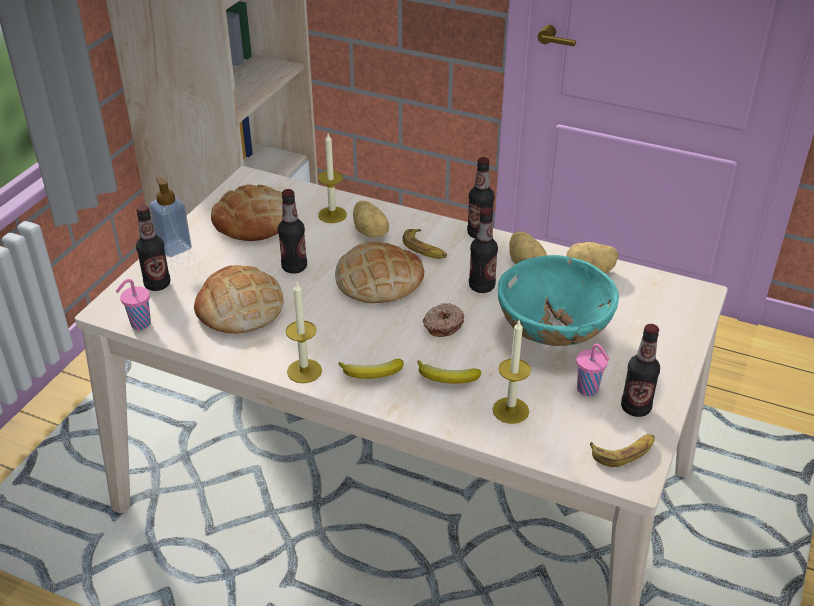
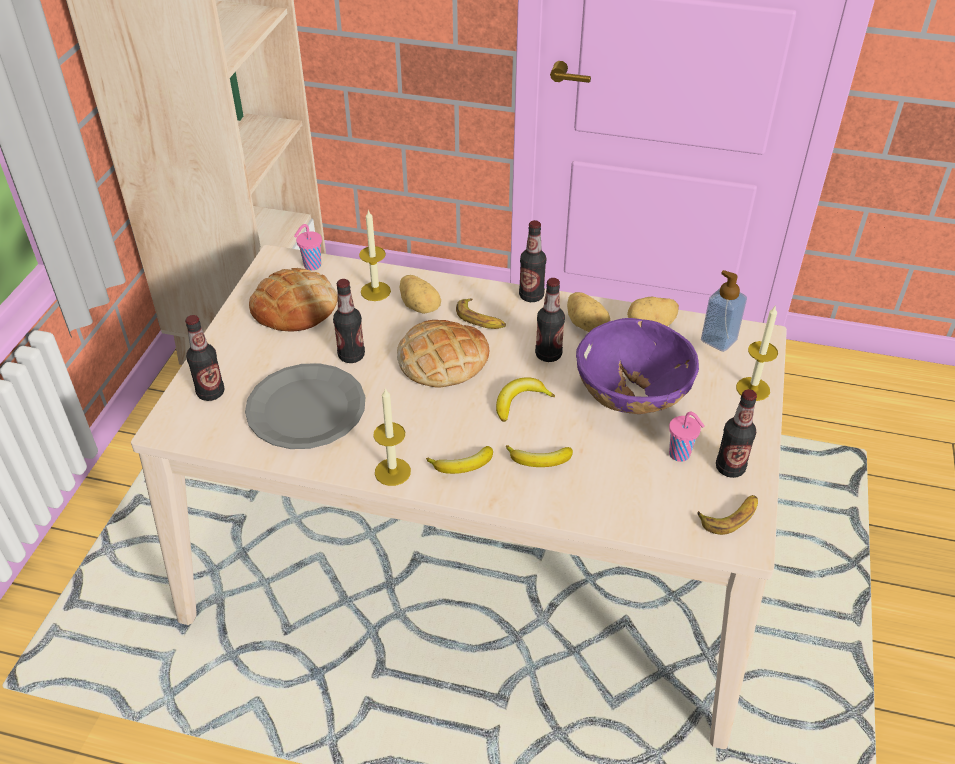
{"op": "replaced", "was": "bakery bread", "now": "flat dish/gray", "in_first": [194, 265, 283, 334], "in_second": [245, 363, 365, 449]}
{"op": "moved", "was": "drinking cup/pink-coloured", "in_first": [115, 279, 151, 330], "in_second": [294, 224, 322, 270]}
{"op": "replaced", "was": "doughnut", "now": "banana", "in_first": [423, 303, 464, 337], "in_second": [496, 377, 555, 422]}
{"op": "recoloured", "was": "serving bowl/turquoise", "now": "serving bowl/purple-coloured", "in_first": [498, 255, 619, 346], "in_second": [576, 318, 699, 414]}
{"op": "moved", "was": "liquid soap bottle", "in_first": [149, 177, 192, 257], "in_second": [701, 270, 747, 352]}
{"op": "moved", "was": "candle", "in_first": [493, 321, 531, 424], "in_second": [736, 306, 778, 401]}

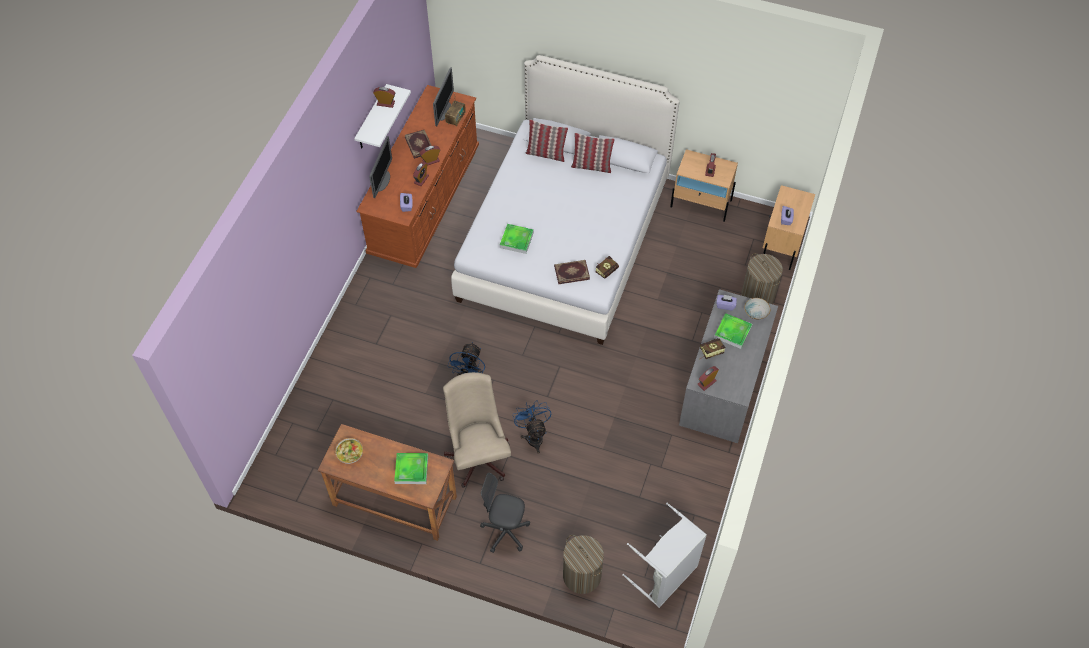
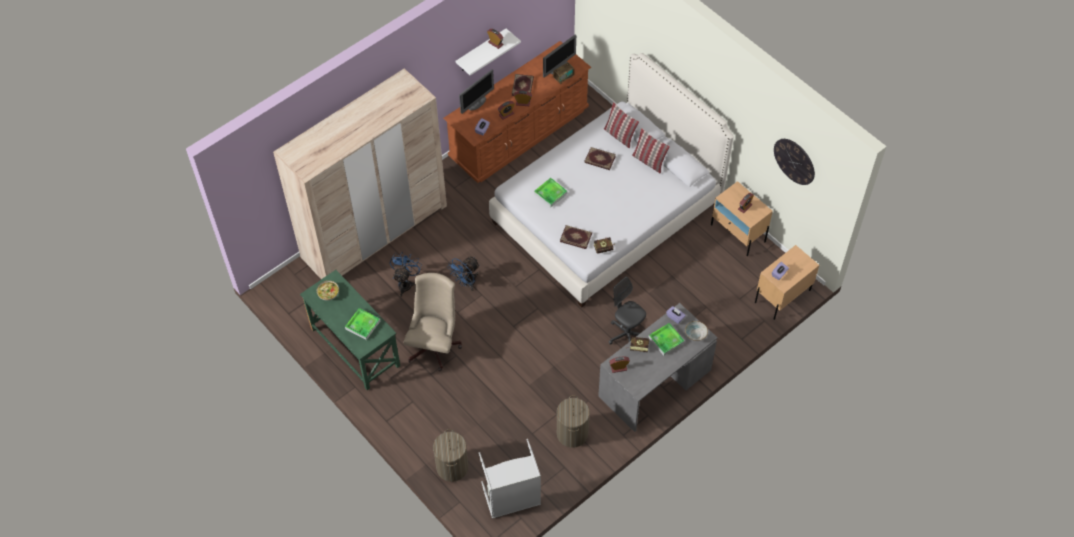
{"op": "added", "now": "armoire/beige", "in_second": [273, 68, 447, 279]}
{"op": "recoloured", "was": "desk unit/brown", "now": "desk unit/greenish", "in_first": [318, 424, 457, 541], "in_second": [300, 270, 400, 390]}
{"op": "moved", "was": "electric fan/blue-coloured", "in_first": [513, 401, 551, 454], "in_second": [390, 253, 422, 297]}
{"op": "moved", "was": "washing basket", "in_first": [741, 253, 783, 304], "in_second": [557, 395, 590, 448]}
{"op": "added", "now": "bound book", "in_second": [584, 147, 616, 170]}
{"op": "moved", "was": "desk chair/gray", "in_first": [480, 473, 530, 553], "in_second": [609, 277, 646, 345]}
{"op": "added", "now": "wall clock", "in_second": [774, 139, 815, 185]}

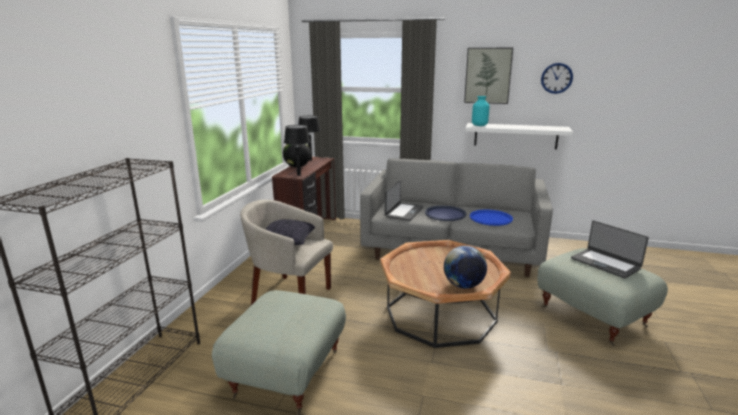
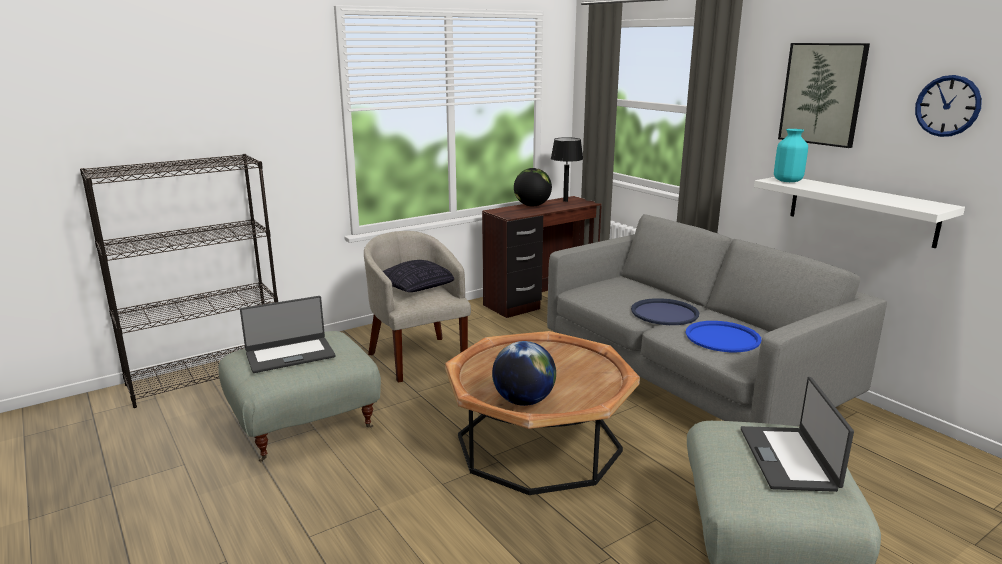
{"op": "moved", "was": "laptop", "in_first": [385, 180, 423, 221], "in_second": [240, 296, 336, 373]}
{"op": "removed", "was": "tabletop lamp/black", "in_first": [284, 125, 310, 176]}

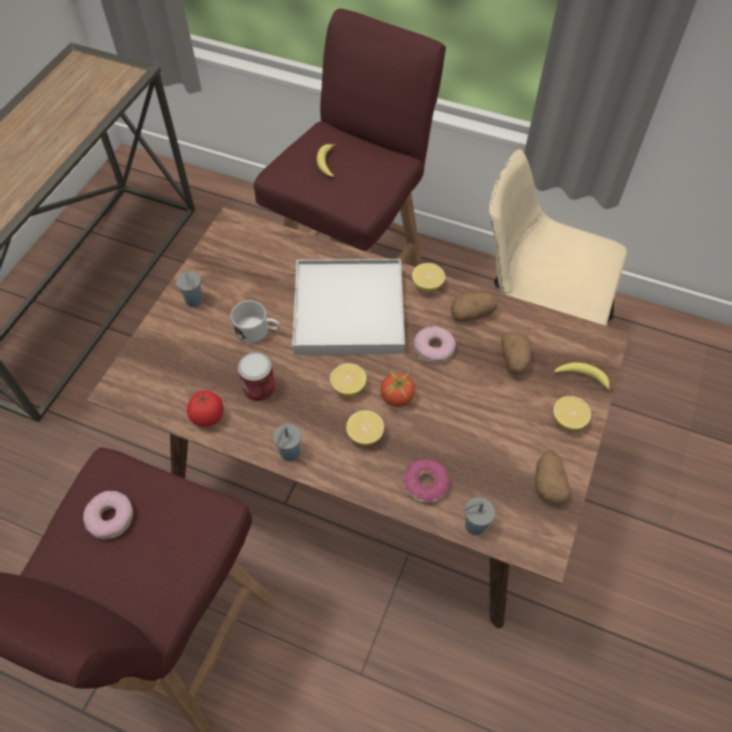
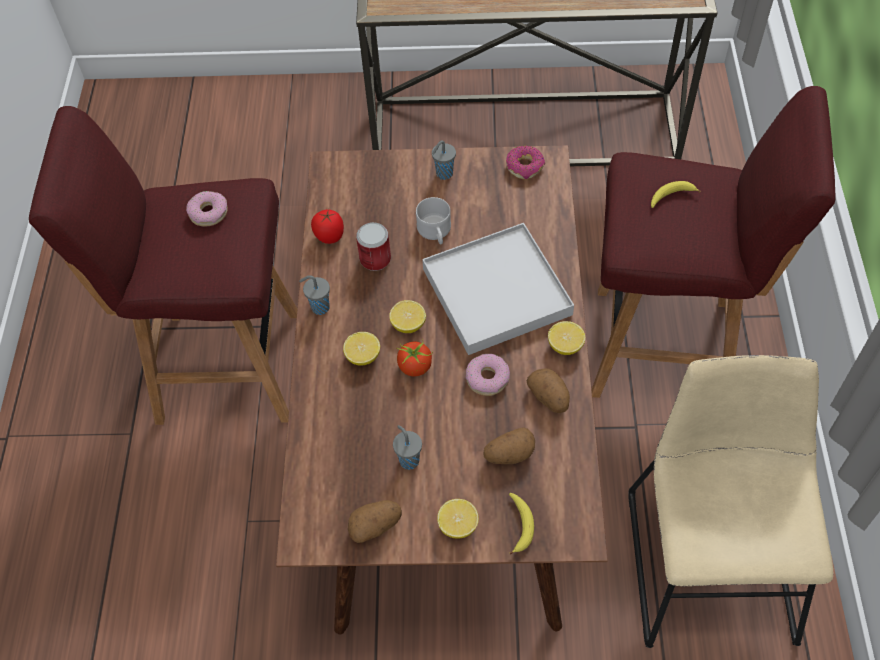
{"op": "moved", "was": "drinking cup/gray", "in_first": [463, 497, 495, 535], "in_second": [393, 425, 422, 470]}
{"op": "moved", "was": "doughnut", "in_first": [404, 459, 450, 503], "in_second": [506, 146, 545, 179]}

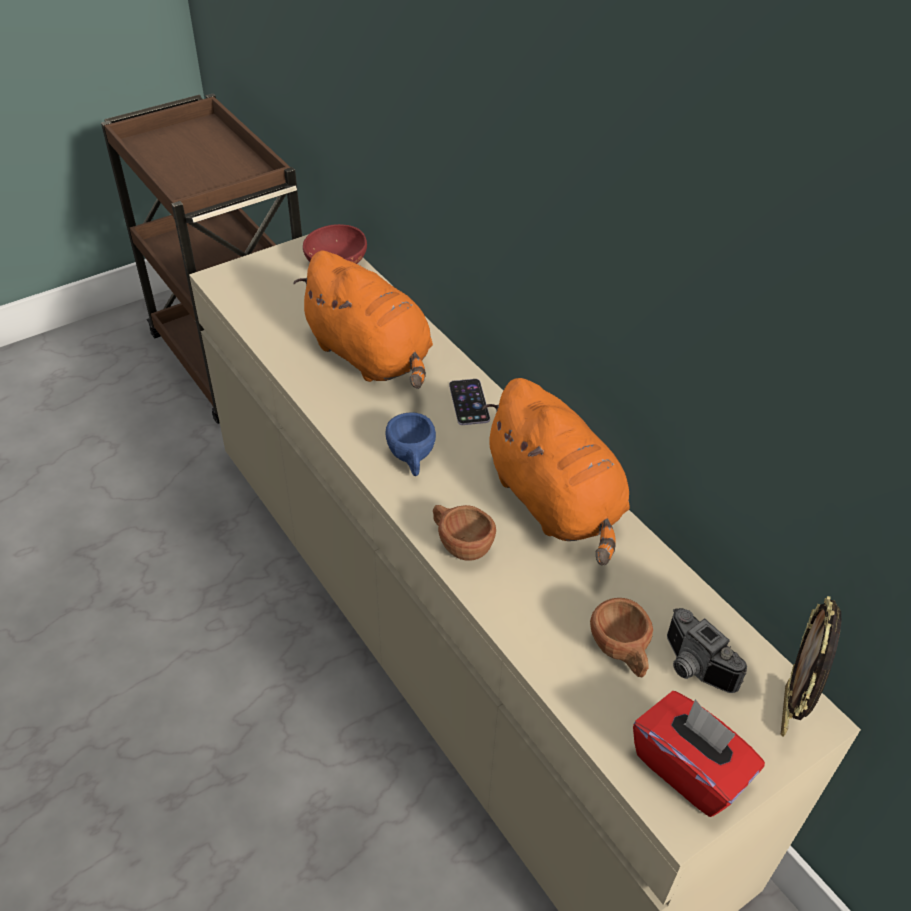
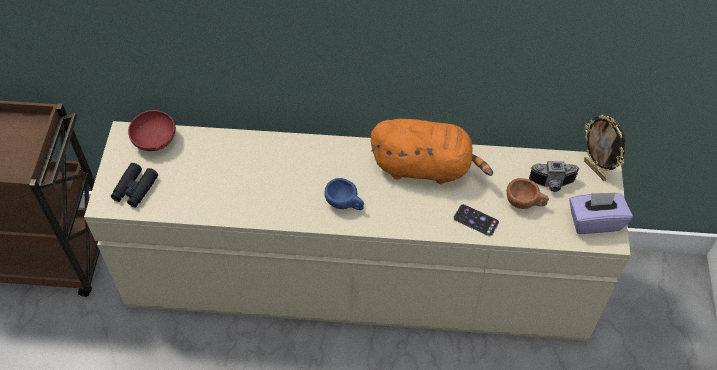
{"op": "added", "now": "binoculars/black", "in_second": [111, 163, 158, 207]}
{"op": "moved", "was": "handset", "in_first": [449, 379, 490, 425], "in_second": [453, 204, 499, 236]}
{"op": "recoloured", "was": "tissue holder/red-coloured", "now": "tissue holder/purple-coloured", "in_first": [633, 691, 765, 817], "in_second": [569, 192, 633, 234]}
{"op": "removed", "was": "soft toy/orangey", "in_first": [293, 251, 433, 389]}
{"op": "removed", "was": "drinking cup/brown", "in_first": [433, 505, 496, 561]}

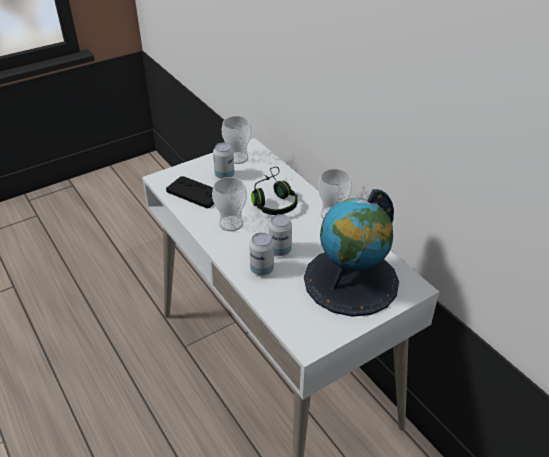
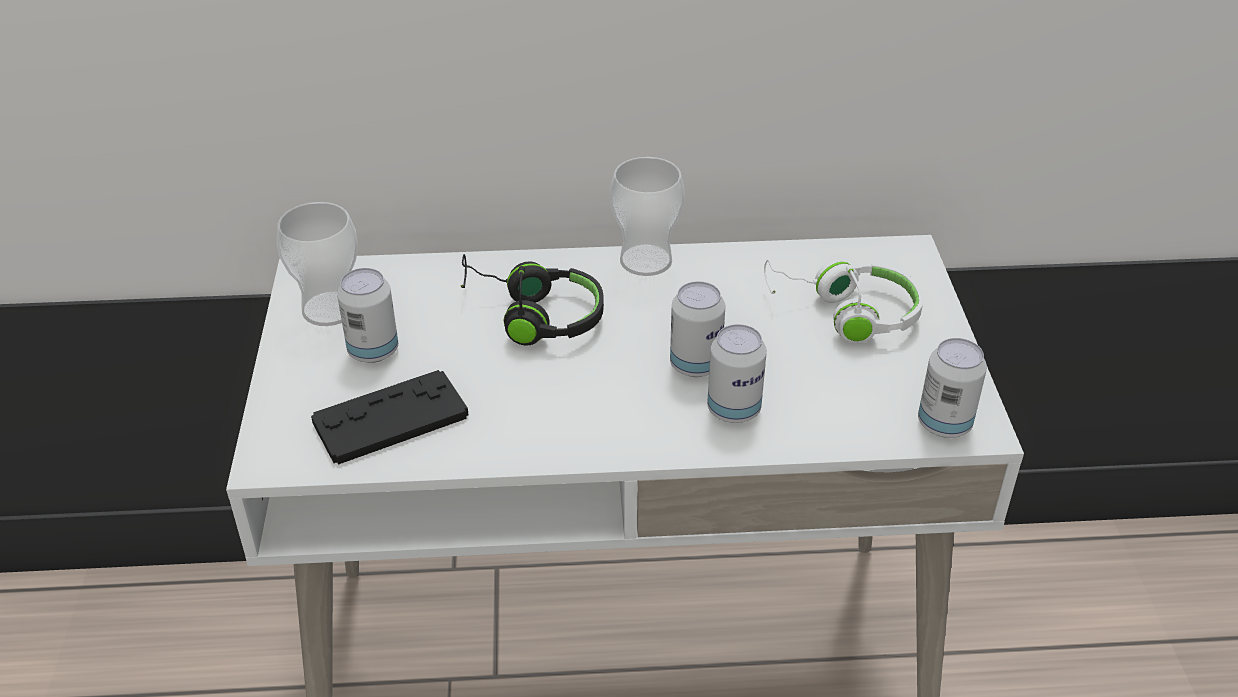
{"op": "replaced", "was": "globe", "now": "pair of headphones/white", "in_first": [304, 189, 399, 317], "in_second": [764, 260, 923, 343]}
{"op": "added", "now": "can", "in_second": [918, 338, 987, 438]}
{"op": "removed", "was": "drinking cup", "in_first": [212, 177, 247, 231]}

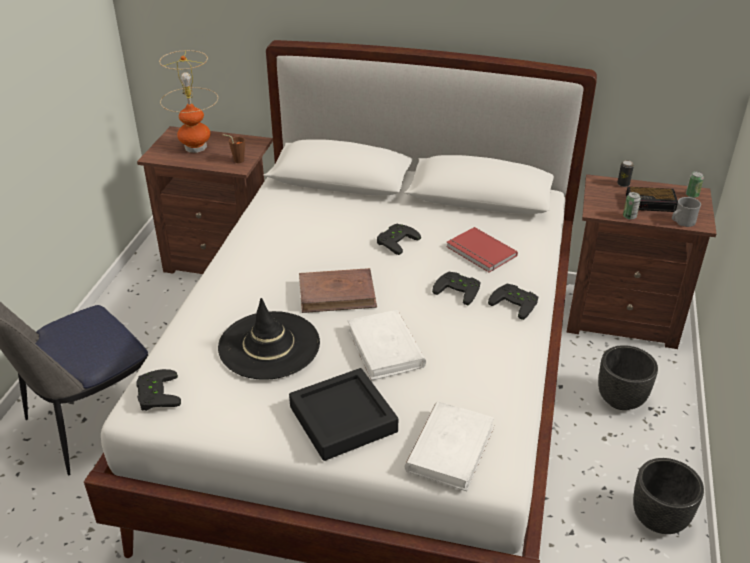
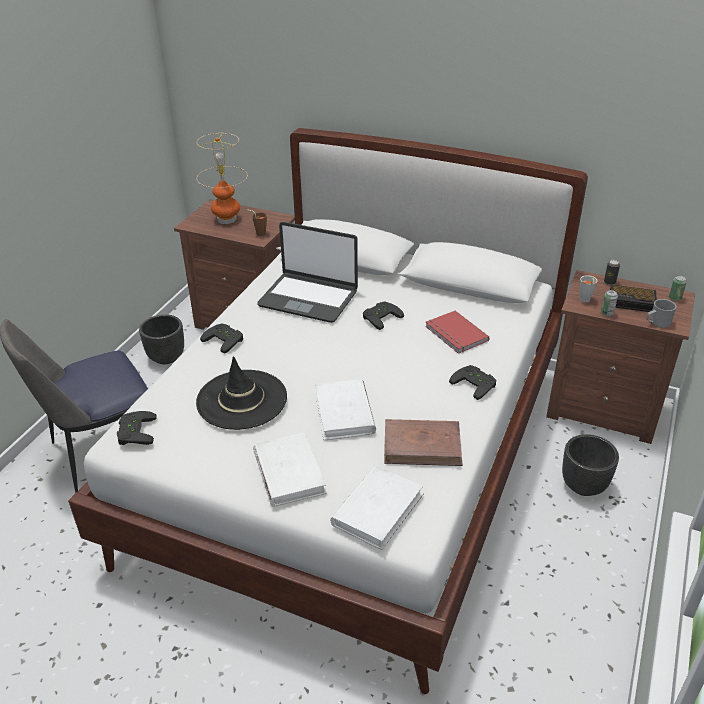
{"op": "moved", "was": "flower pot/black", "in_first": [633, 458, 704, 534], "in_second": [139, 314, 184, 364]}
{"op": "moved", "was": "game controller/black", "in_first": [432, 272, 480, 306], "in_second": [200, 323, 243, 354]}
{"op": "replaced", "was": "serving tray/black", "now": "bound book/white", "in_first": [289, 368, 398, 461], "in_second": [253, 433, 327, 507]}
{"op": "added", "now": "laptop", "in_second": [257, 222, 358, 323]}
{"op": "moved", "was": "bound book/brown", "in_first": [299, 268, 377, 313], "in_second": [384, 419, 463, 466]}
{"op": "added", "now": "drinking cup/gray", "in_second": [580, 275, 598, 303]}

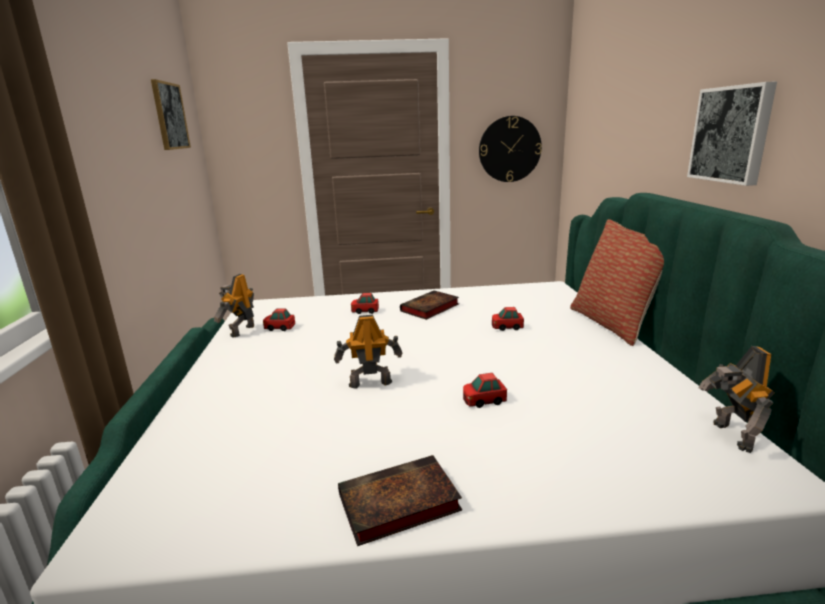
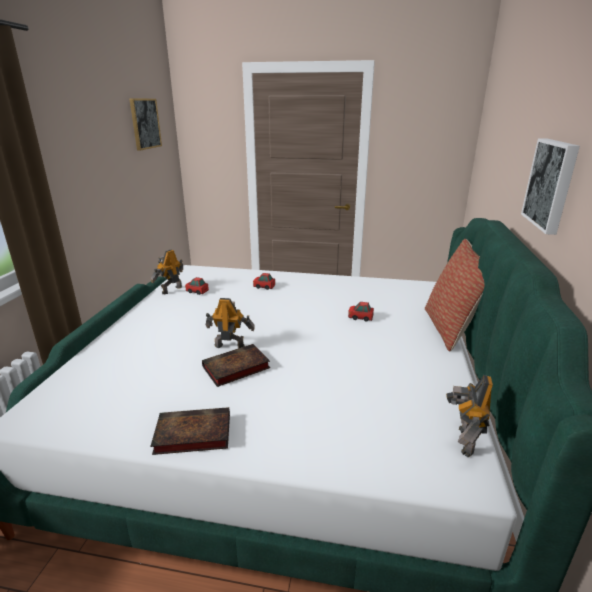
{"op": "moved", "was": "bound book", "in_first": [400, 291, 459, 320], "in_second": [202, 344, 270, 387]}
{"op": "removed", "was": "model car", "in_first": [463, 373, 507, 408]}
{"op": "removed", "was": "wall clock", "in_first": [479, 116, 542, 182]}

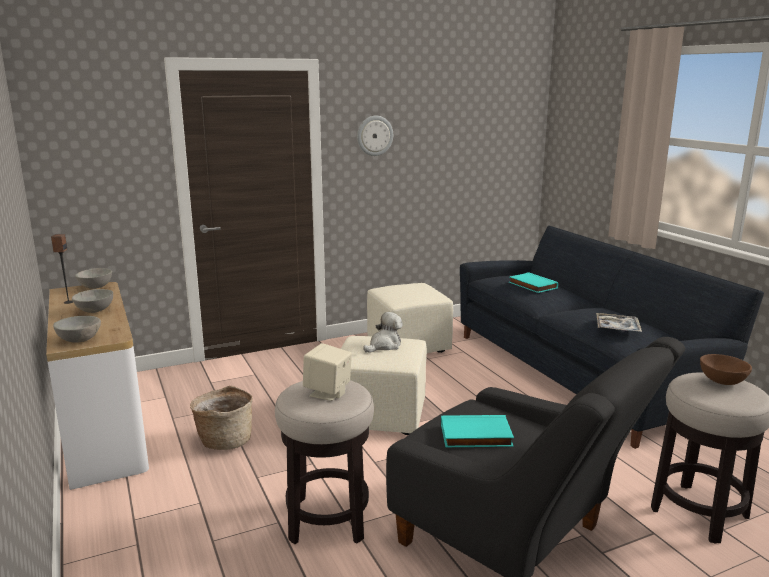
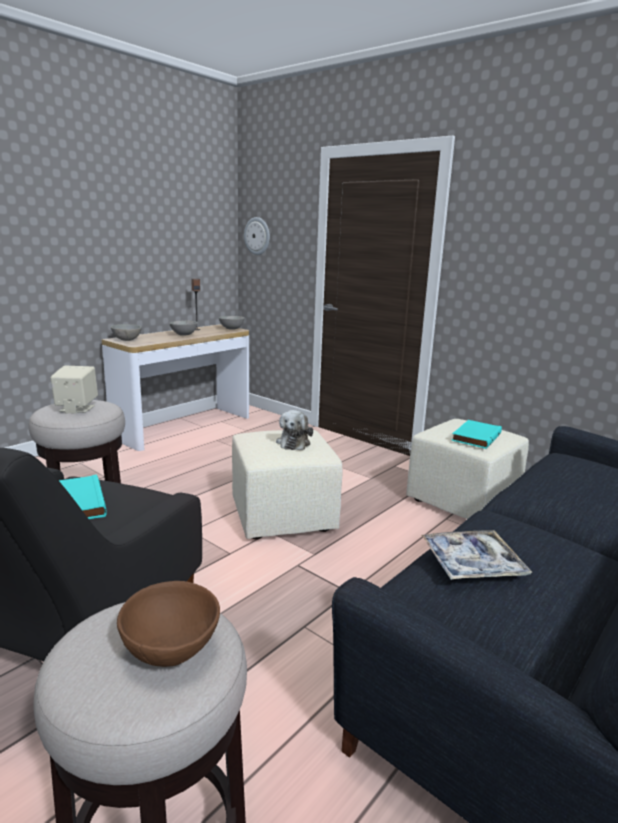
{"op": "moved", "was": "wall clock", "in_first": [357, 116, 393, 156], "in_second": [244, 217, 270, 255]}
{"op": "turned", "was": "soft toy", "in_first": [363, 312, 403, 352], "in_second": [276, 410, 313, 450], "clockwise": 75}
{"op": "moved", "was": "bound book/turquoise", "in_first": [509, 272, 558, 293], "in_second": [451, 420, 502, 449]}
{"op": "removed", "was": "household basket", "in_first": [190, 385, 253, 450]}

